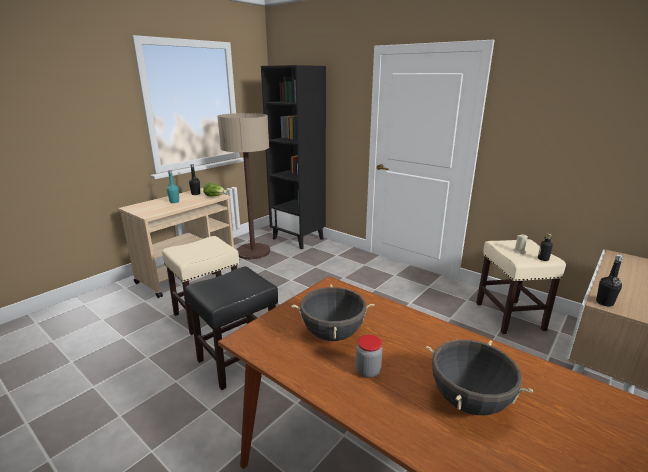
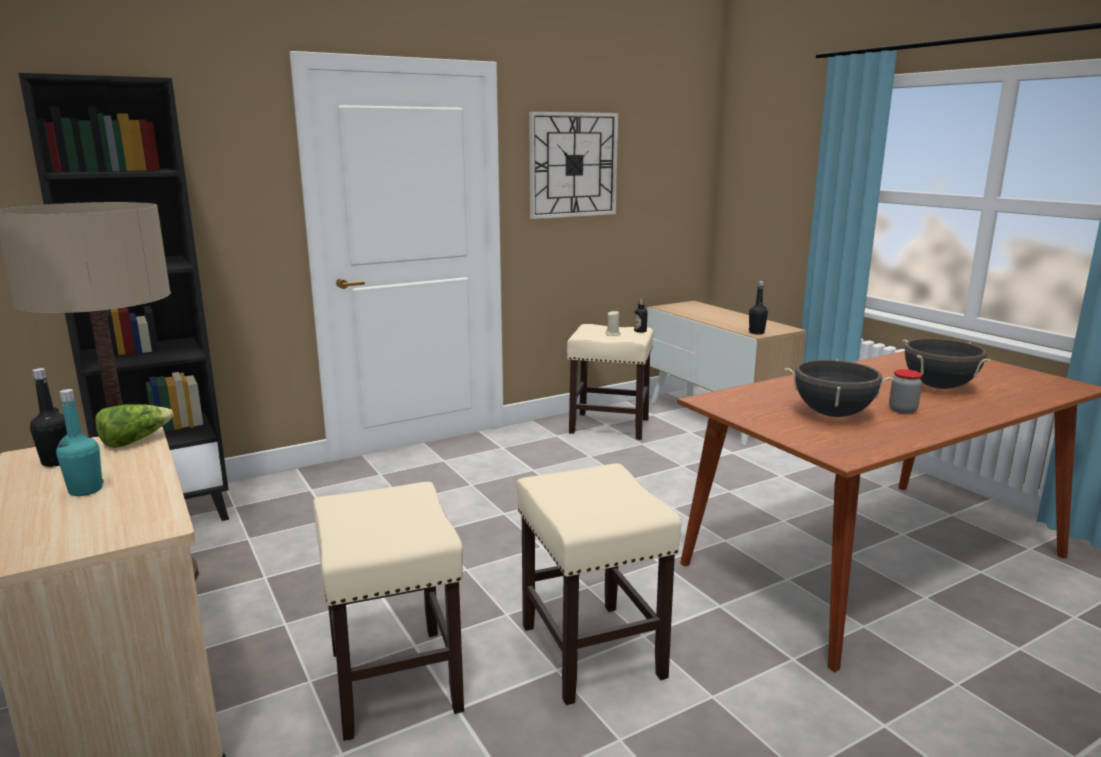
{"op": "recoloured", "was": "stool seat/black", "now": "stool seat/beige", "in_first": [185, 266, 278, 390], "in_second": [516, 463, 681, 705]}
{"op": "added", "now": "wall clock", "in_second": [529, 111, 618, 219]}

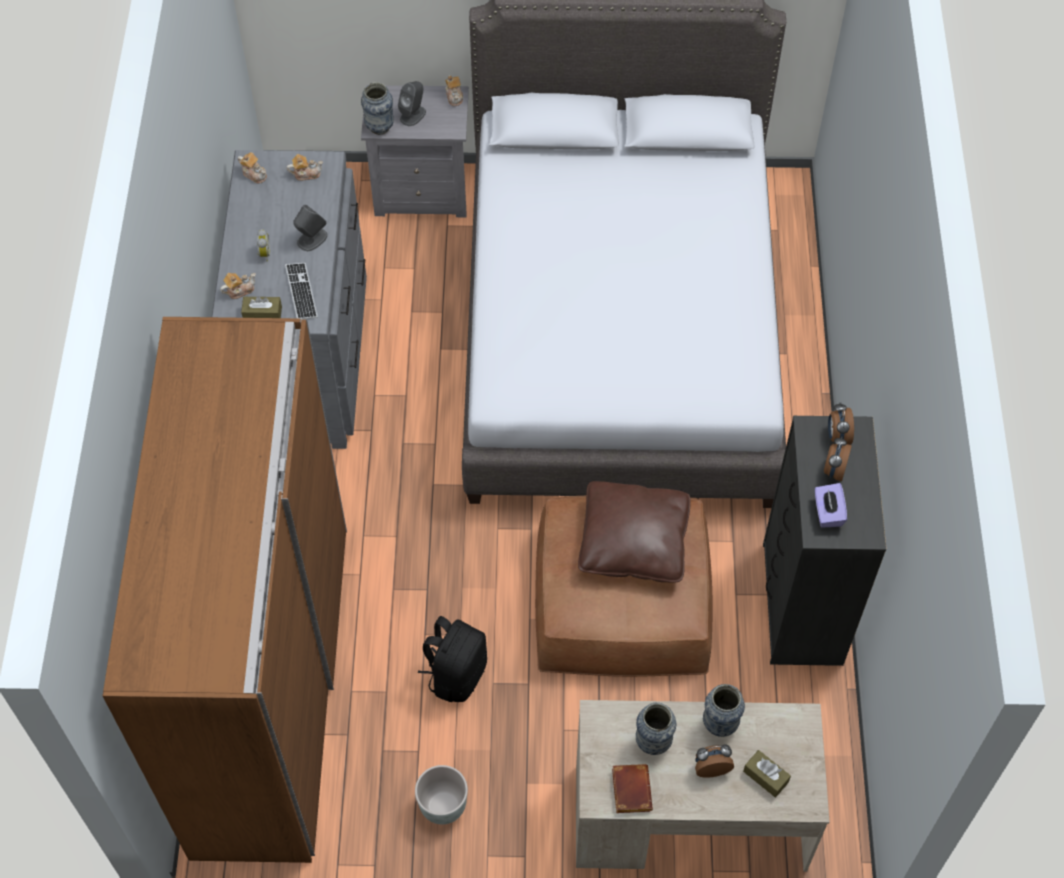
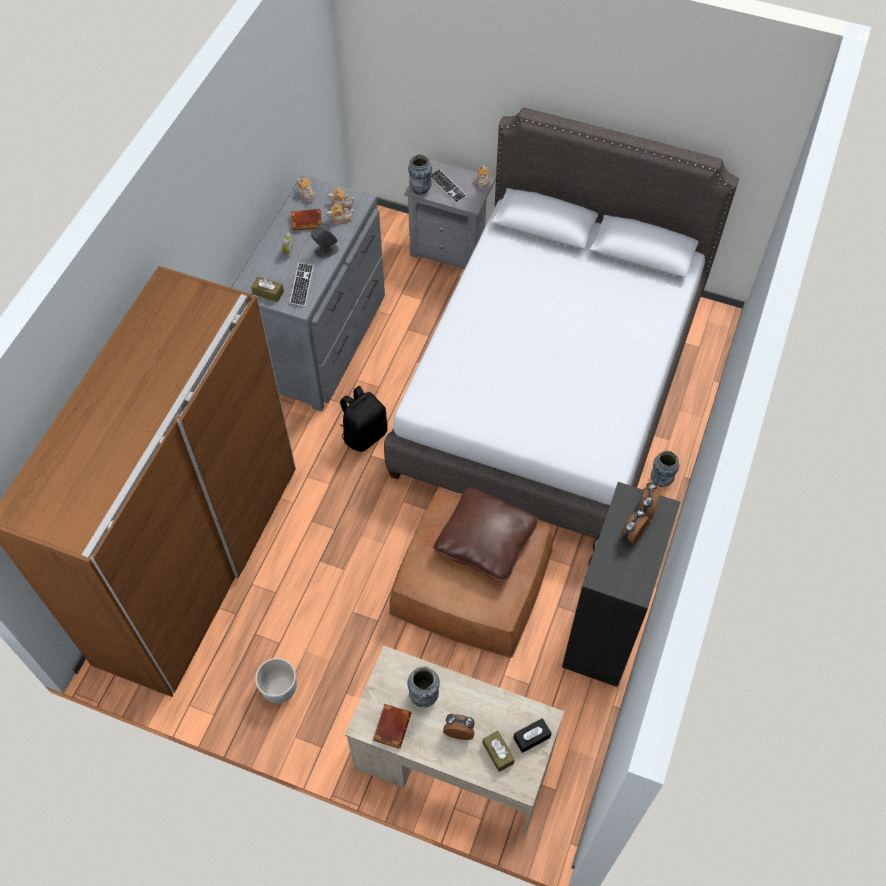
{"op": "added", "now": "bound book/brown", "in_second": [291, 209, 322, 231]}
{"op": "moved", "was": "tea pot", "in_first": [220, 273, 256, 299], "in_second": [326, 203, 354, 224]}
{"op": "moved", "was": "backpack/black", "in_first": [418, 616, 487, 702], "in_second": [340, 386, 388, 452]}
{"op": "replaced", "was": "speaker/gray", "now": "PC keyboard", "in_first": [398, 81, 426, 126], "in_second": [431, 169, 467, 204]}
{"op": "added", "now": "tissue holder/black", "in_second": [513, 718, 551, 753]}
{"op": "moved", "was": "decorative vase", "in_first": [703, 684, 745, 737], "in_second": [651, 451, 679, 487]}
{"op": "removed", "was": "tissue holder/purple-coloured", "in_first": [815, 483, 847, 528]}

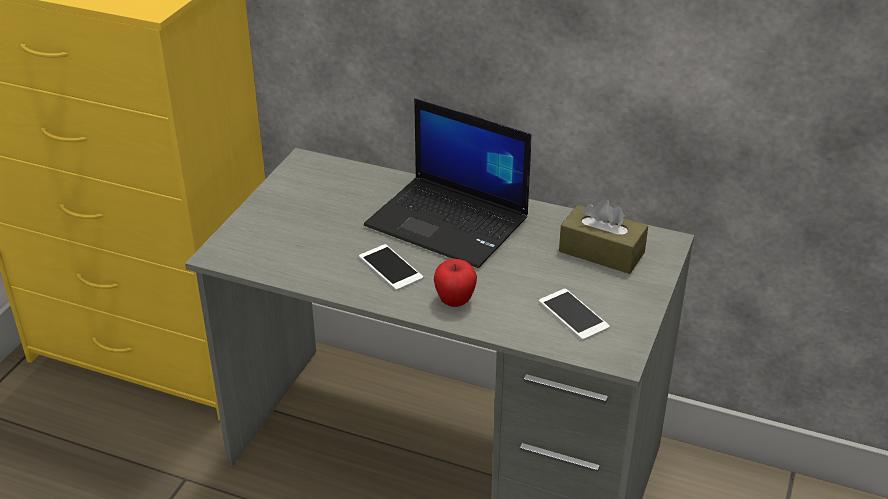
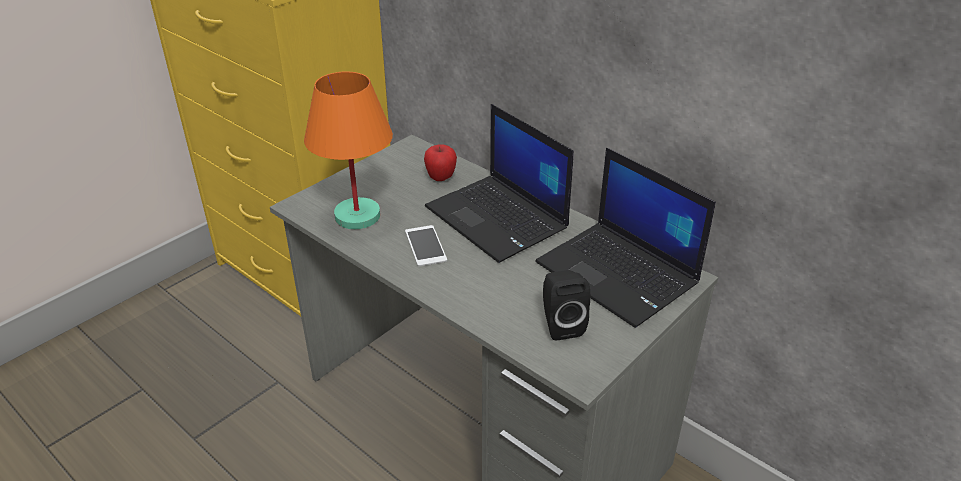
{"op": "added", "now": "tabletop lamp/orangey", "in_second": [304, 72, 393, 229]}
{"op": "moved", "was": "apple", "in_first": [434, 259, 477, 307], "in_second": [424, 144, 457, 181]}
{"op": "replaced", "was": "tissue holder/brown", "now": "laptop", "in_first": [559, 199, 648, 274], "in_second": [535, 148, 716, 328]}
{"op": "replaced", "was": "handset", "now": "speaker/black", "in_first": [539, 289, 610, 340], "in_second": [543, 270, 590, 341]}

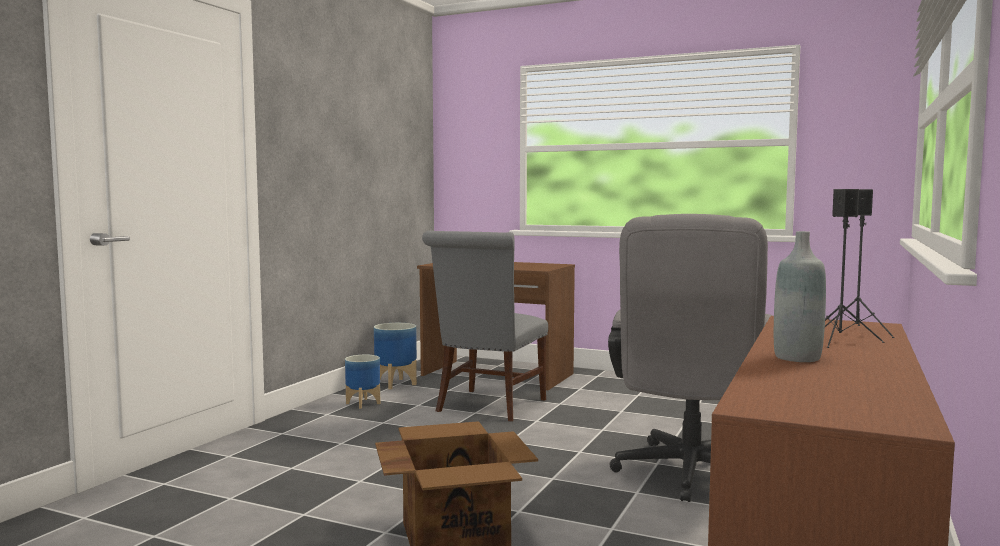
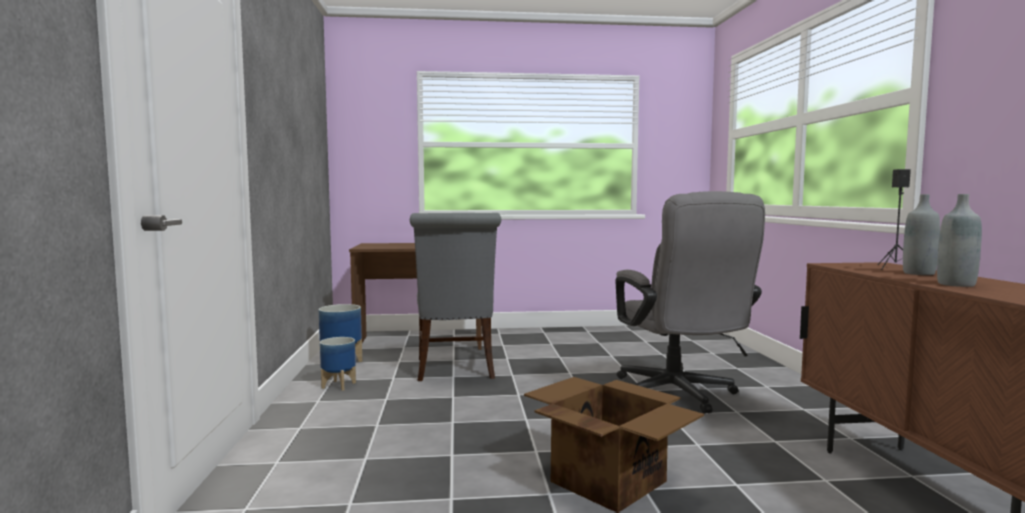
{"op": "replaced", "was": "speaker/black", "now": "bottle/gray", "in_first": [825, 189, 884, 348], "in_second": [903, 194, 940, 275]}

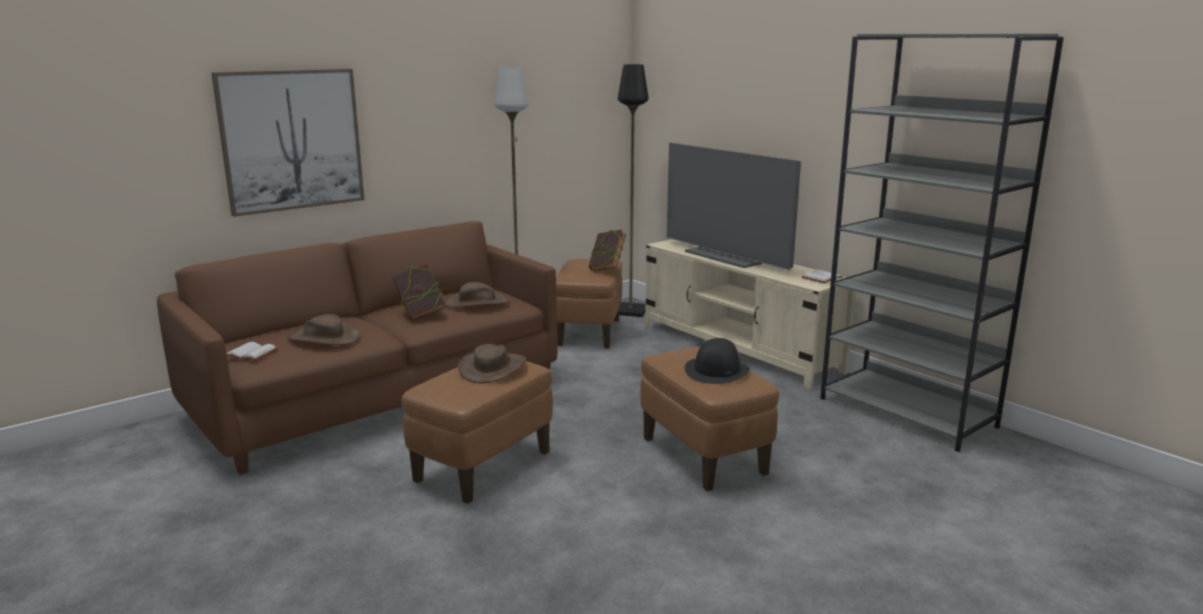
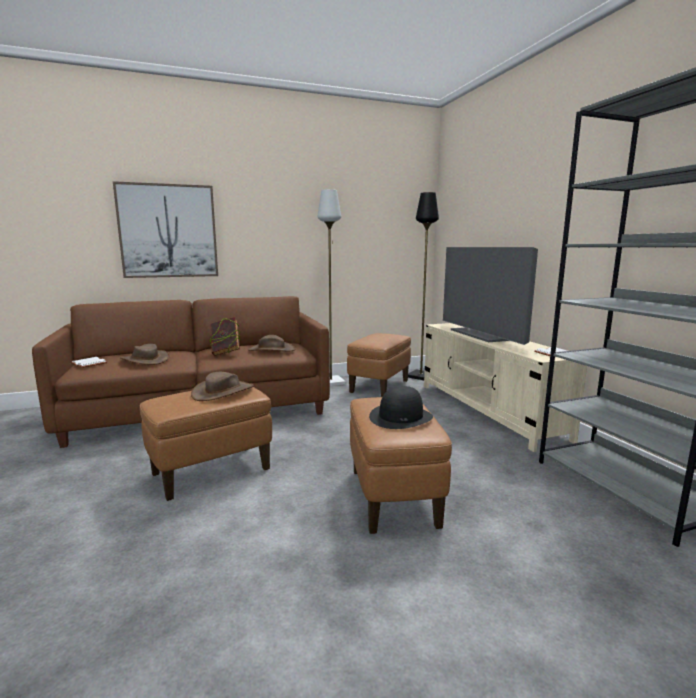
{"op": "removed", "was": "bound book", "in_first": [588, 229, 626, 271]}

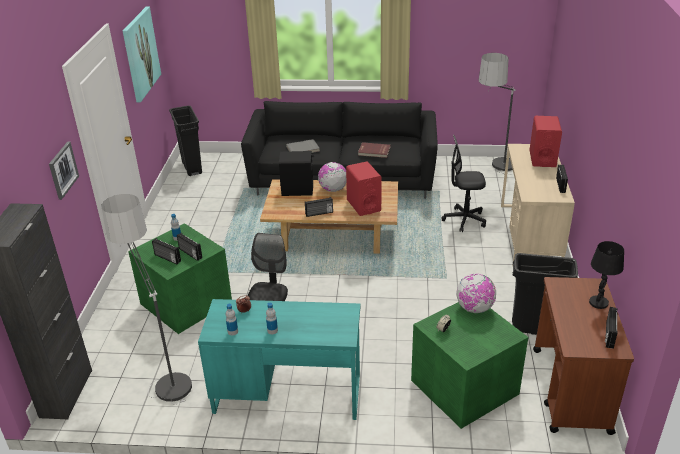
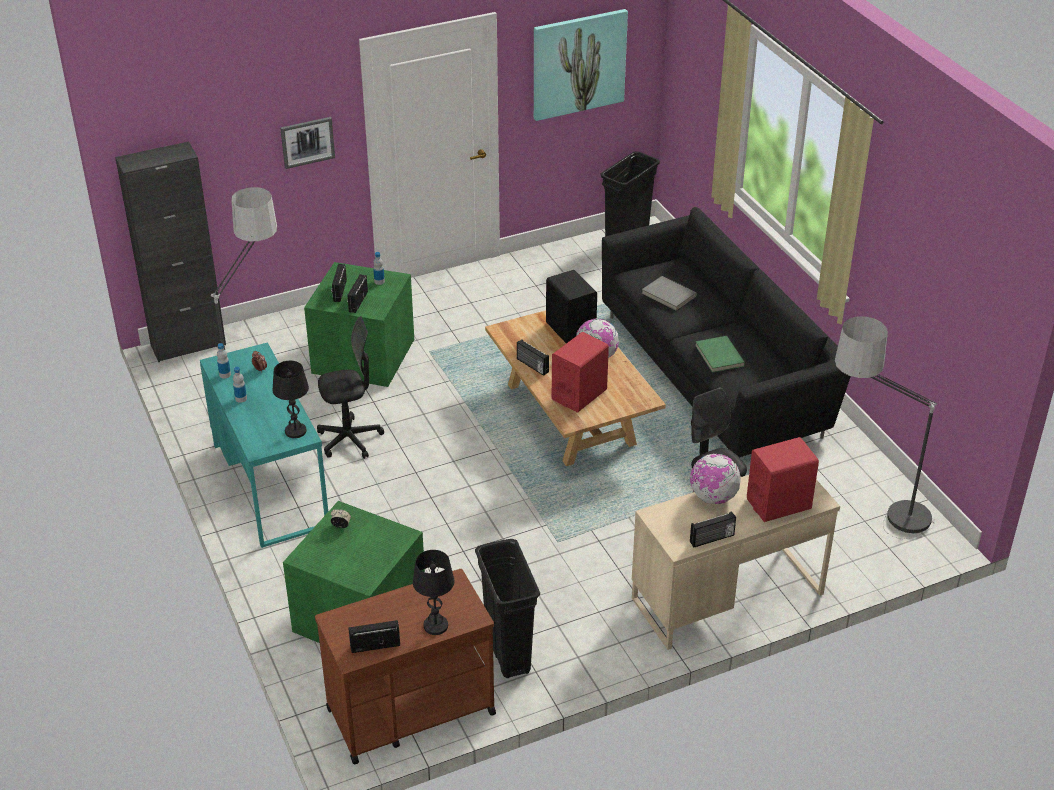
{"op": "added", "now": "tabletop lamp/black", "in_second": [272, 361, 309, 438]}
{"op": "moved", "was": "globe", "in_first": [456, 274, 496, 313], "in_second": [690, 454, 741, 504]}
{"op": "recoloured", "was": "bound book/red-coloured", "now": "bound book/greenish", "in_first": [358, 142, 391, 158], "in_second": [695, 336, 745, 373]}

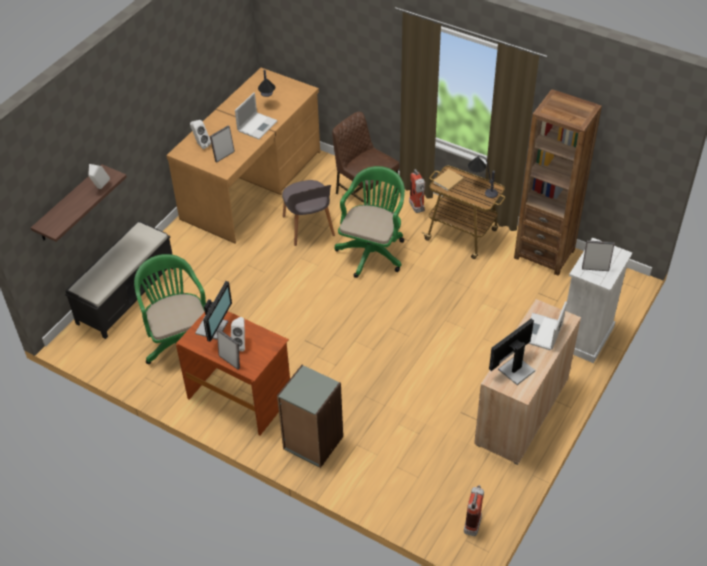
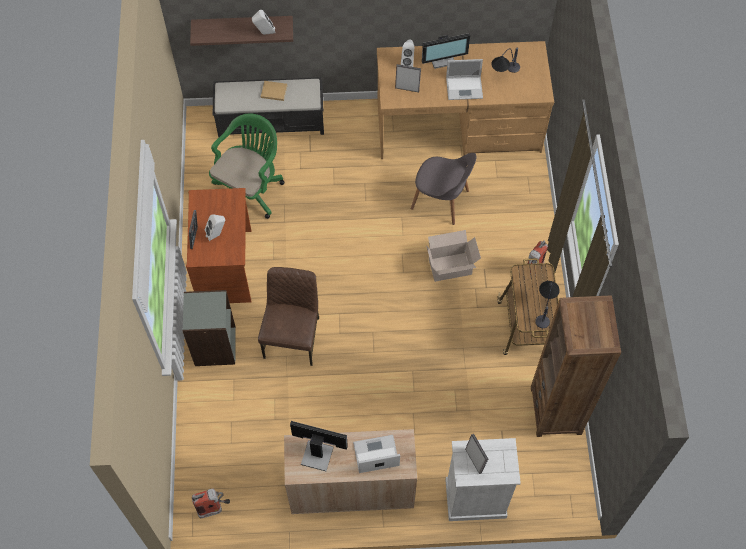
{"op": "moved", "was": "chair/brown", "in_first": [332, 112, 400, 205], "in_second": [258, 267, 319, 366]}
{"op": "moved", "was": "bound book/beige", "in_first": [433, 169, 464, 192], "in_second": [261, 81, 288, 101]}
{"op": "turned", "was": "chair/gray", "in_first": [282, 180, 335, 246], "in_second": [411, 153, 476, 225], "clockwise": -105}
{"op": "moved", "was": "computer screen", "in_first": [195, 281, 232, 342], "in_second": [422, 33, 470, 69]}
{"op": "replaced", "was": "desk chair/greenish", "now": "cardboard box", "in_first": [334, 166, 405, 278], "in_second": [426, 230, 481, 282]}

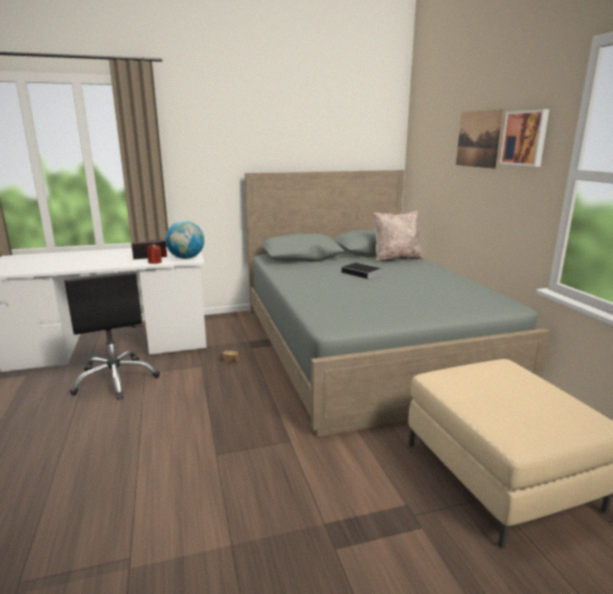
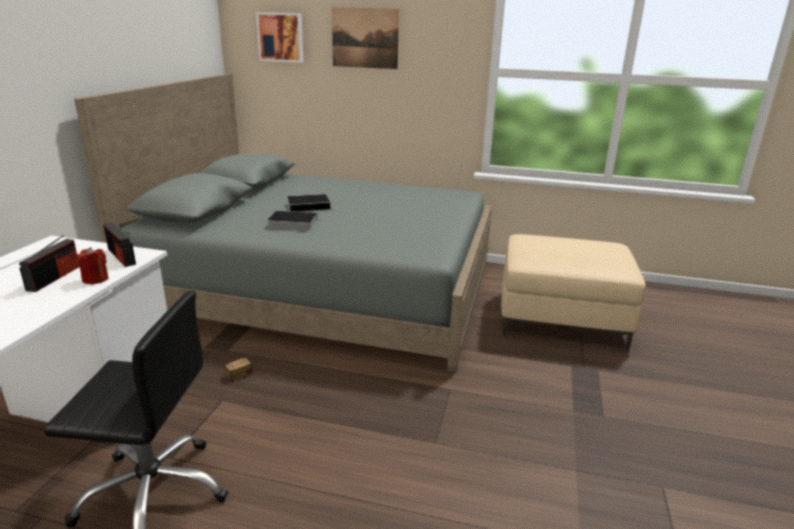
{"op": "replaced", "was": "globe", "now": "radio receiver", "in_first": [165, 221, 204, 259], "in_second": [103, 222, 136, 267]}
{"op": "moved", "was": "wall art", "in_first": [499, 109, 549, 167], "in_second": [256, 12, 303, 63]}
{"op": "added", "now": "bound book", "in_second": [267, 211, 317, 231]}
{"op": "removed", "was": "throw pillow/beige", "in_first": [373, 211, 423, 262]}

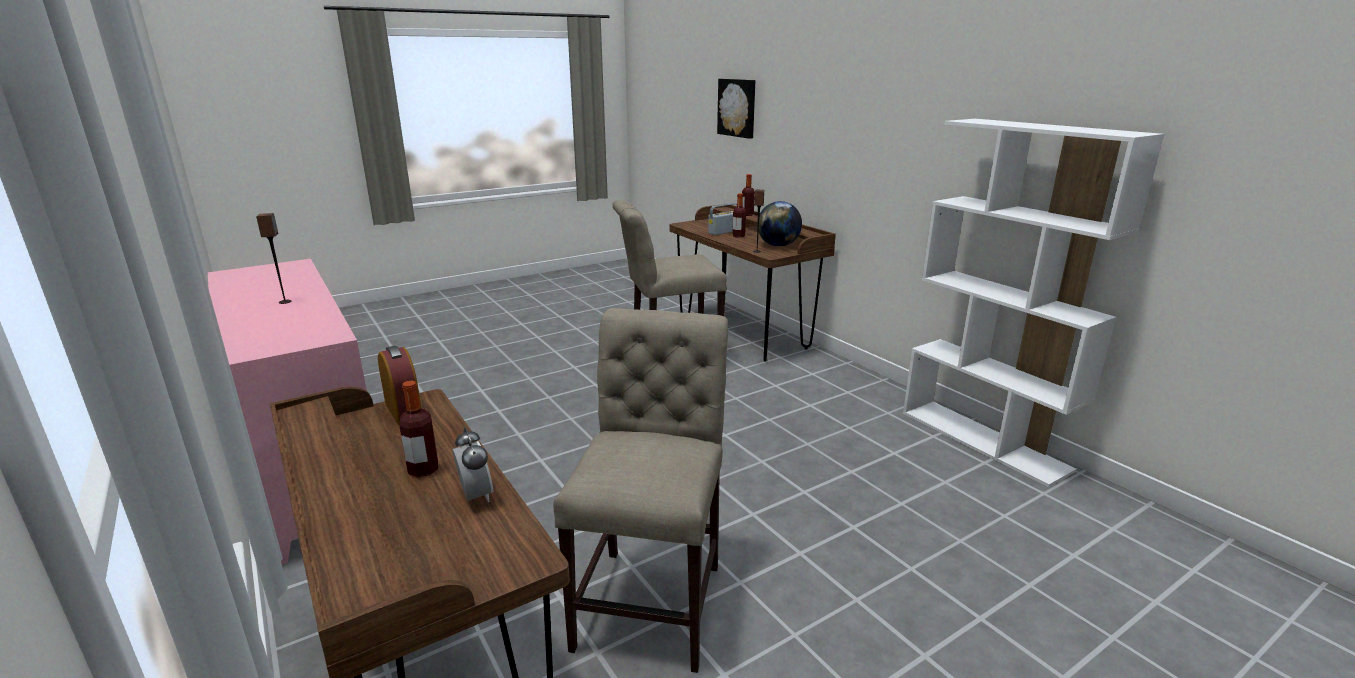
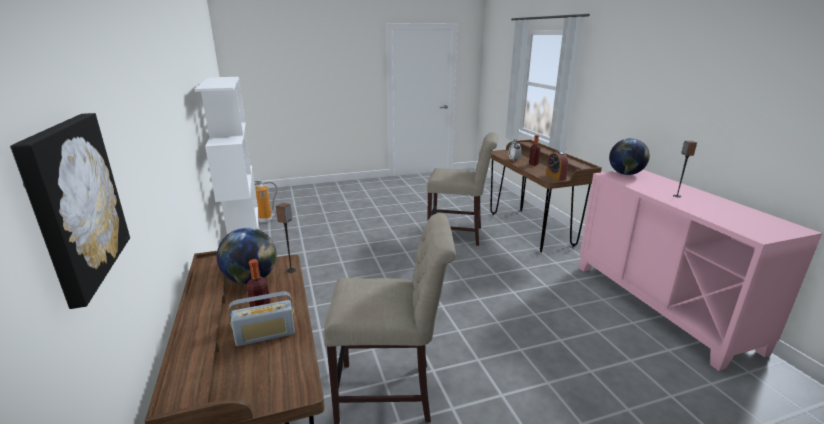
{"op": "added", "now": "fire extinguisher", "in_second": [254, 180, 278, 223]}
{"op": "turned", "was": "chair/beige", "in_first": [553, 308, 728, 673], "in_second": [427, 132, 498, 246], "clockwise": -105}
{"op": "added", "now": "globe", "in_second": [609, 138, 650, 175]}
{"op": "removed", "was": "bottle", "in_first": [742, 174, 755, 216]}

